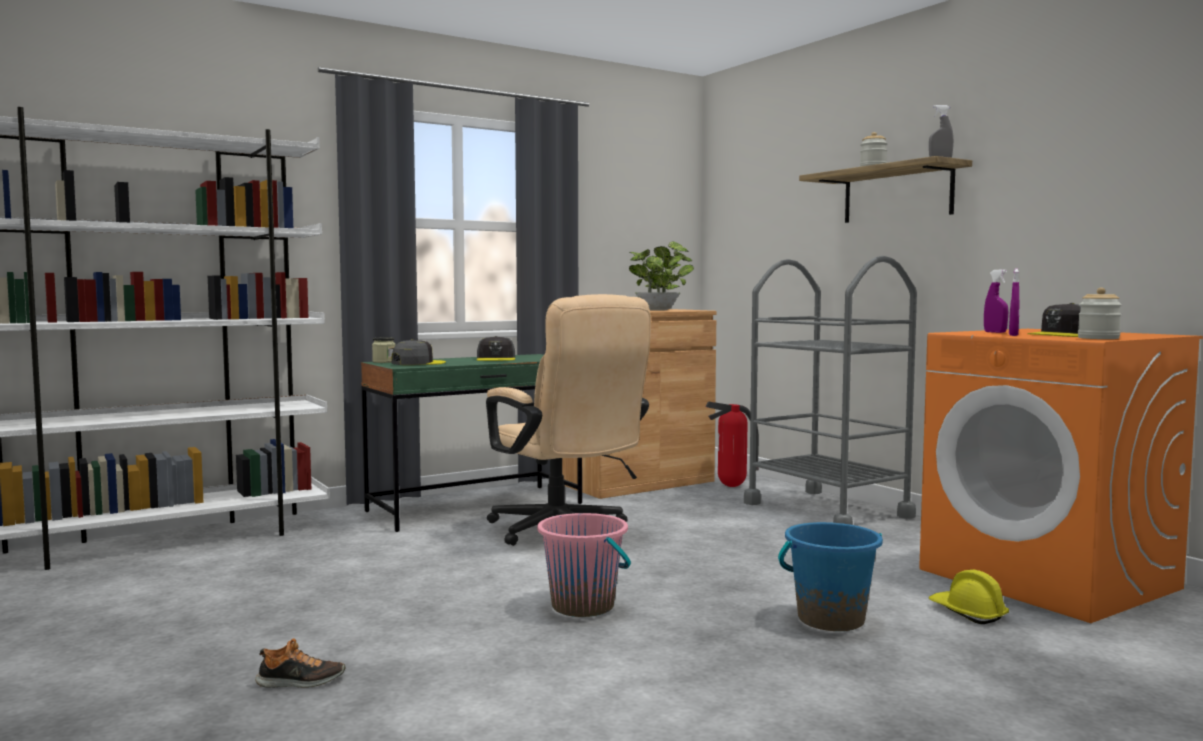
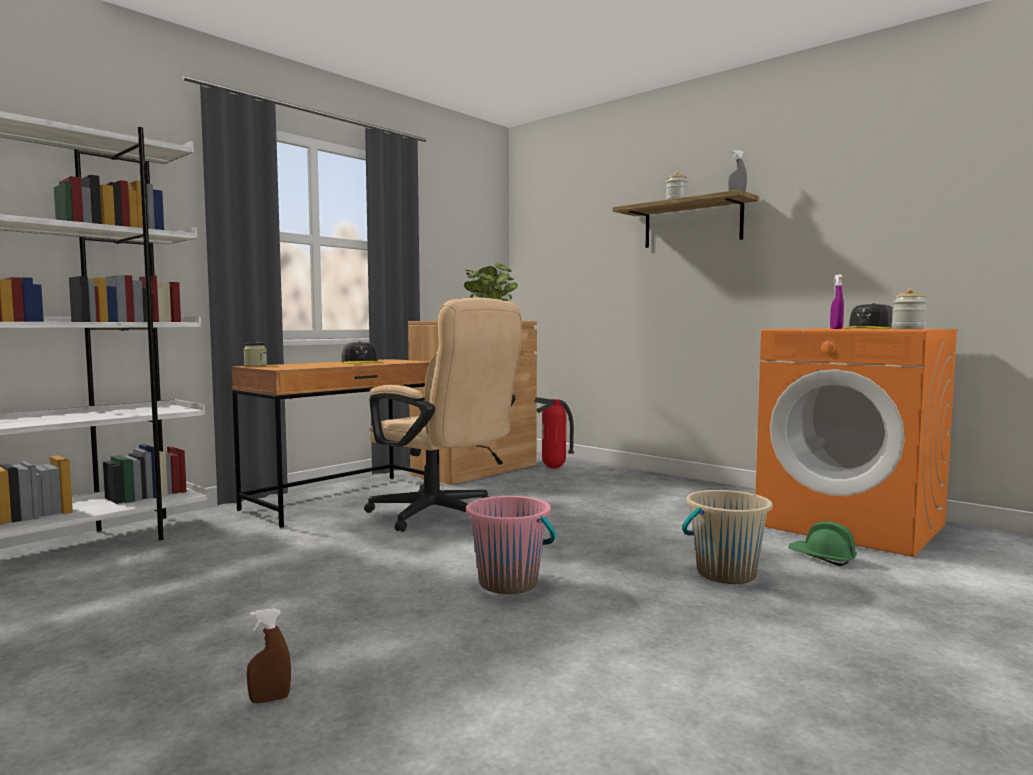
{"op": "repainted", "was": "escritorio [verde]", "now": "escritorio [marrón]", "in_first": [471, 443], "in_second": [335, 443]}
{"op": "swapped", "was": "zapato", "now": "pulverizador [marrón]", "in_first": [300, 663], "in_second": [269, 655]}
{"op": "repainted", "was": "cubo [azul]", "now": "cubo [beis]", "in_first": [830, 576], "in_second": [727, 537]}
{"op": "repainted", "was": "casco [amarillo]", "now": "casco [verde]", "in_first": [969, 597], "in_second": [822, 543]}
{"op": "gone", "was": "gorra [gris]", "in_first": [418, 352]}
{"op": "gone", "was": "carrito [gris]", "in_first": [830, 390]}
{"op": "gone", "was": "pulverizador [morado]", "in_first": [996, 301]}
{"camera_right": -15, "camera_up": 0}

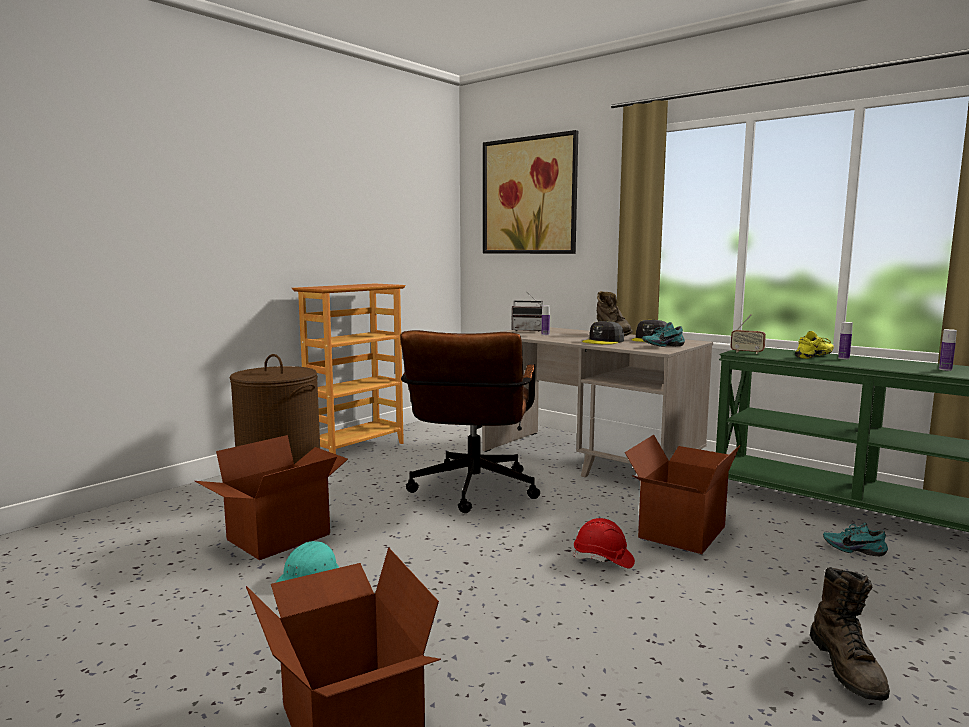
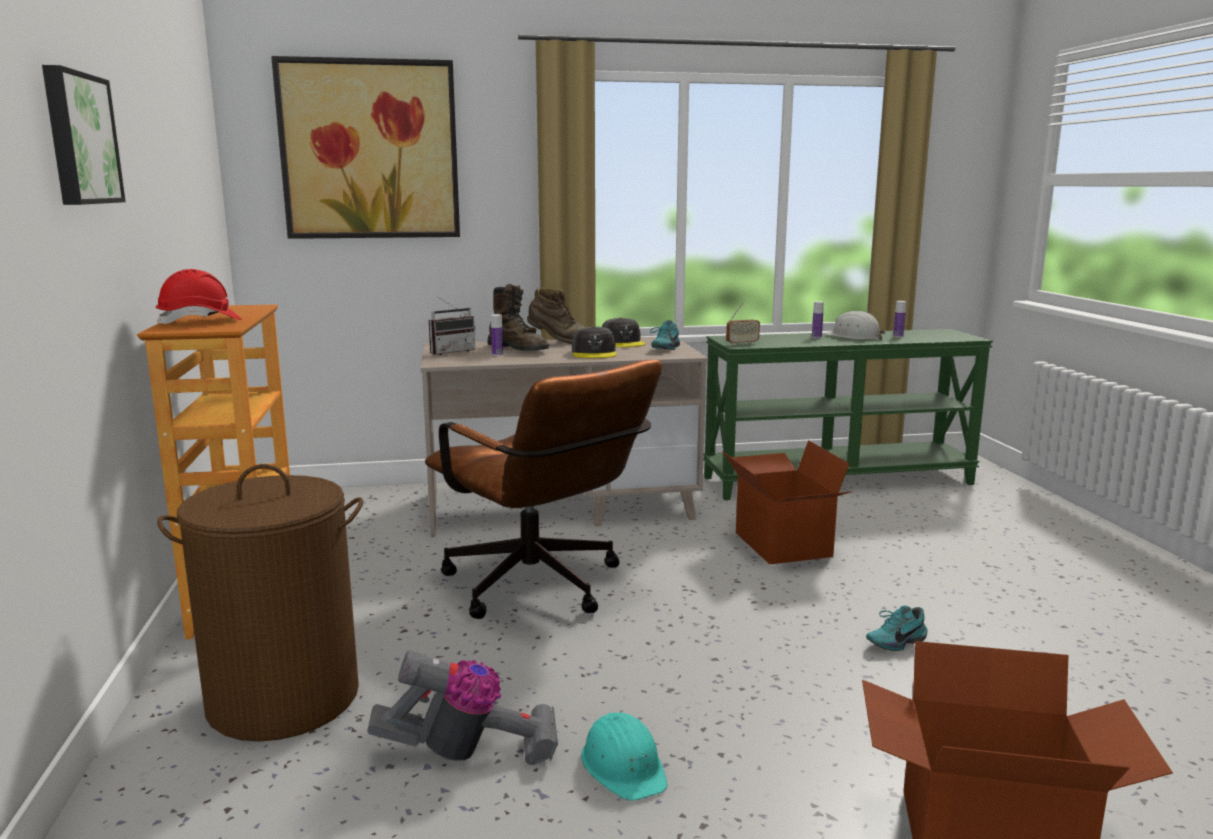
{"op": "new", "now": "cuadro", "in_second": [84, 135]}
{"op": "shifted", "was": "casco [rojo]", "in_first": [604, 543], "in_second": [199, 297]}
{"op": "swapped", "was": "caja de cartón", "now": "aspiradora", "in_first": [271, 497], "in_second": [462, 708]}
{"op": "shifted", "was": "bota [marrón]", "in_first": [850, 634], "in_second": [518, 317]}
{"op": "new", "now": "casco [blanco]", "in_second": [854, 325]}
{"op": "shifted", "was": "zapato [turquesa]", "in_first": [855, 540], "in_second": [897, 628]}
{"op": "gone", "was": "zapato [amarillo]", "in_first": [814, 345]}
{"camera_right": -50, "camera_up": 5}

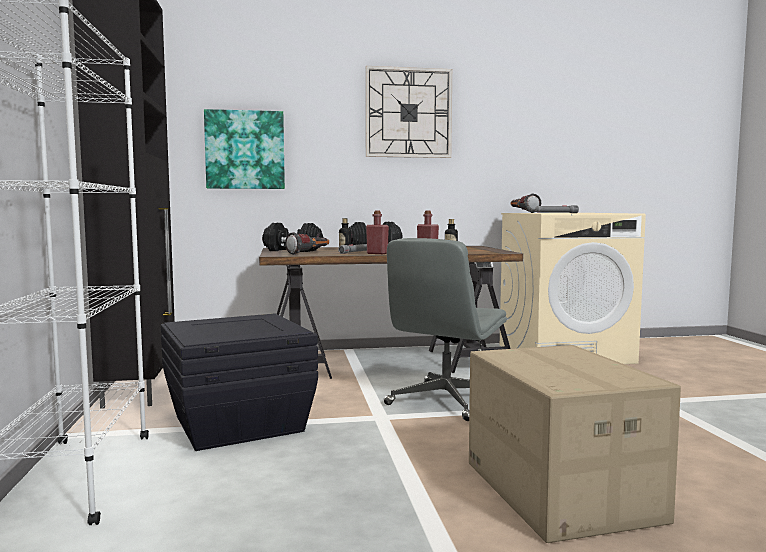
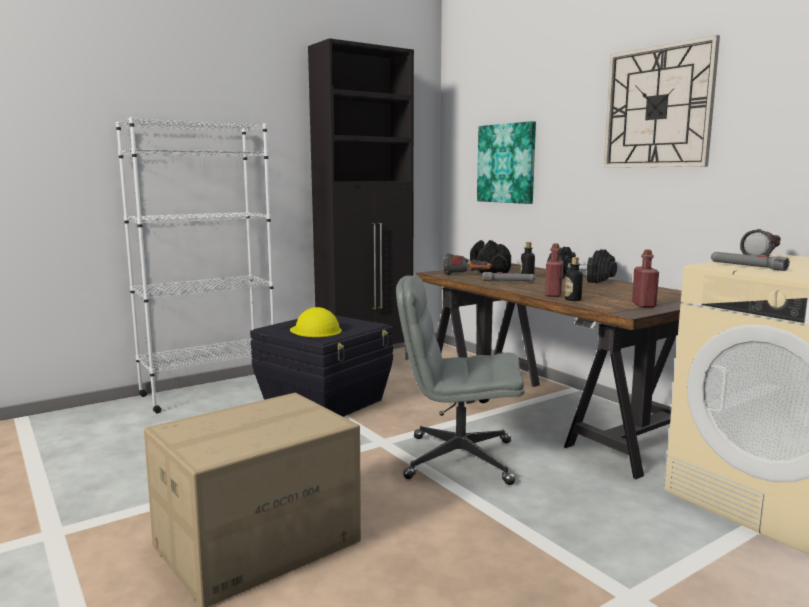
{"op": "new", "now": "casco [amarillo]", "in_second": [316, 322]}
{"op": "shifted", "was": "botella [rojo]", "in_first": [377, 232], "in_second": [645, 279]}
{"camera_right": 65, "camera_up": 5}

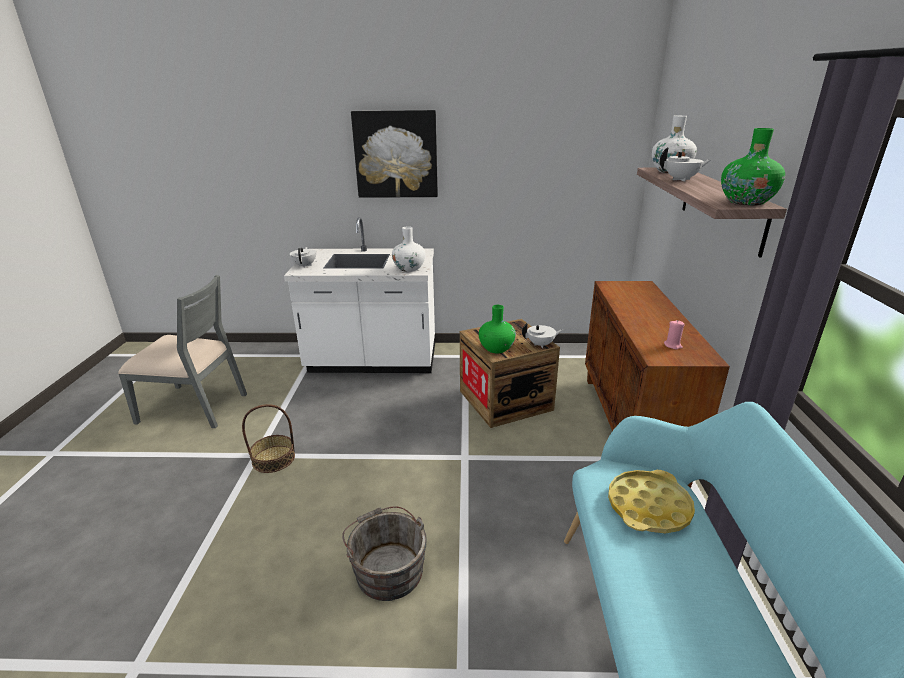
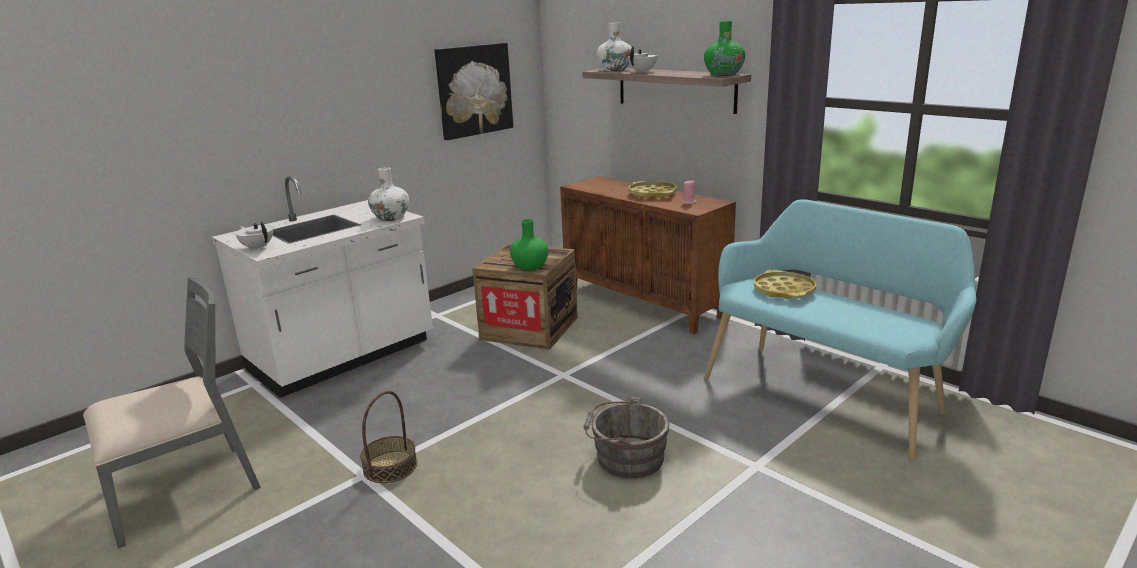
{"op": "shifted", "was": "cuadro", "in_first": [394, 154], "in_second": [474, 91]}
{"op": "new", "now": "bandeja [amarillo]", "in_second": [653, 190]}
{"op": "gone", "was": "tetera [blanco]", "in_first": [542, 335]}
{"camera_right": -45, "camera_up": -5}

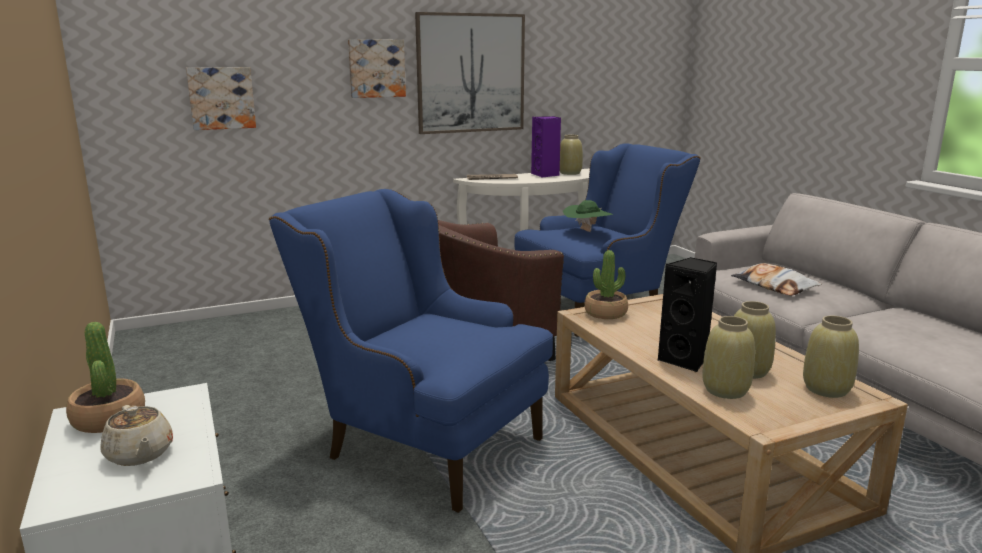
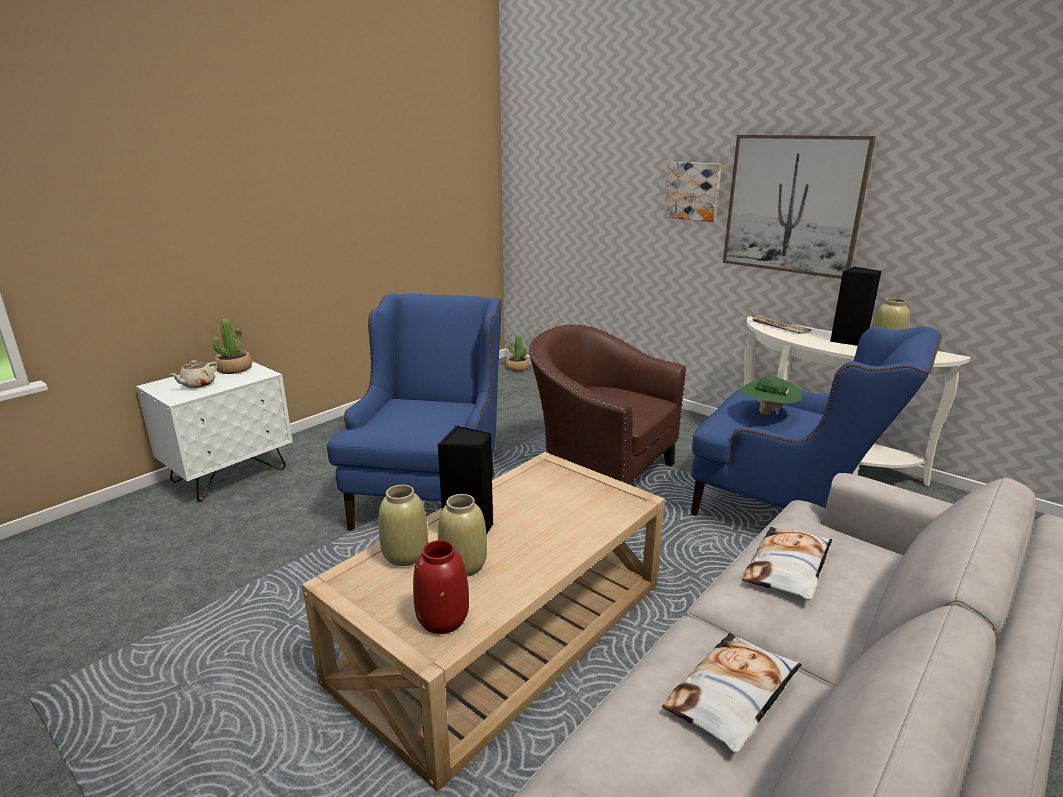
{"op": "repainted", "was": "florero [beis]", "now": "florero [rojo]", "in_first": [831, 357], "in_second": [441, 587]}
{"op": "shifted", "was": "planta en maceta", "in_first": [606, 284], "in_second": [517, 352]}
{"op": "new", "now": "cojín", "in_second": [732, 693]}
{"op": "repainted", "was": "altavoz [morado]", "now": "altavoz [negro]", "in_first": [546, 147], "in_second": [856, 306]}
{"op": "gone", "was": "cuadro", "in_first": [221, 98]}
{"camera_right": 65, "camera_up": 5}

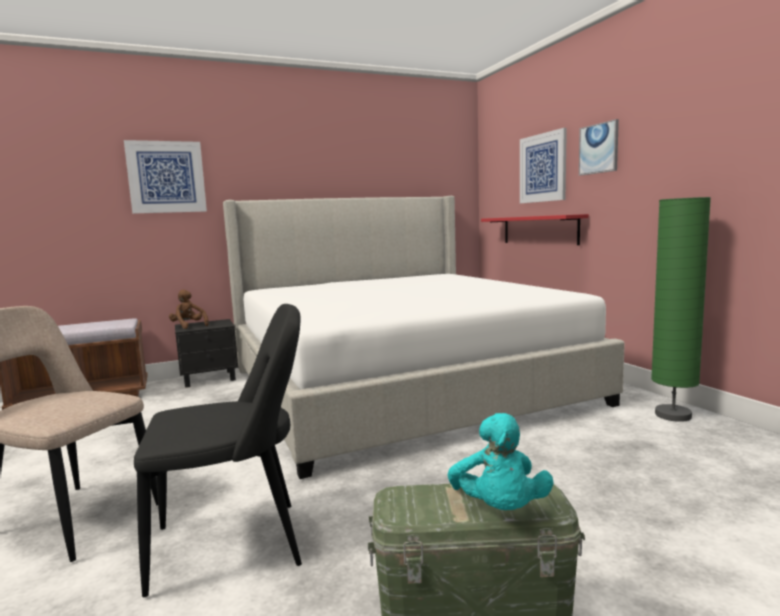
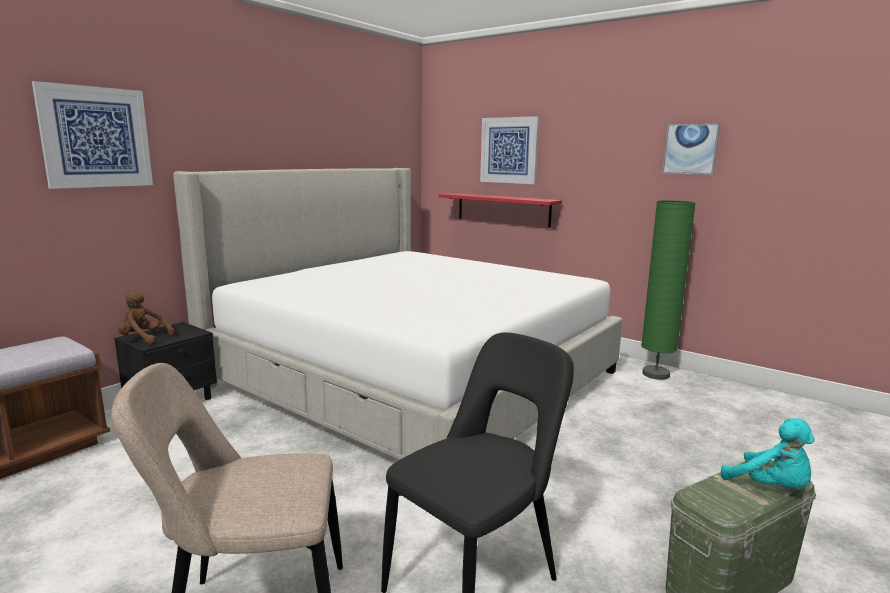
{"op": "shifted", "was": "cuadro", "in_first": [599, 147], "in_second": [691, 149]}
{"camera_right": -30, "camera_up": 5}

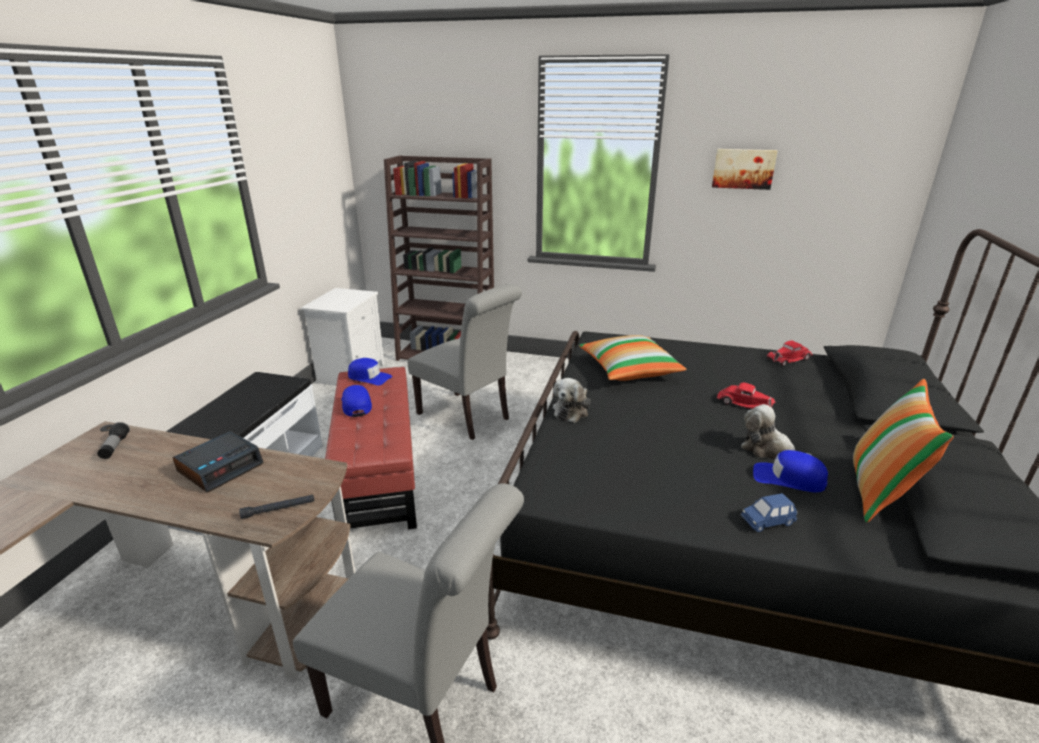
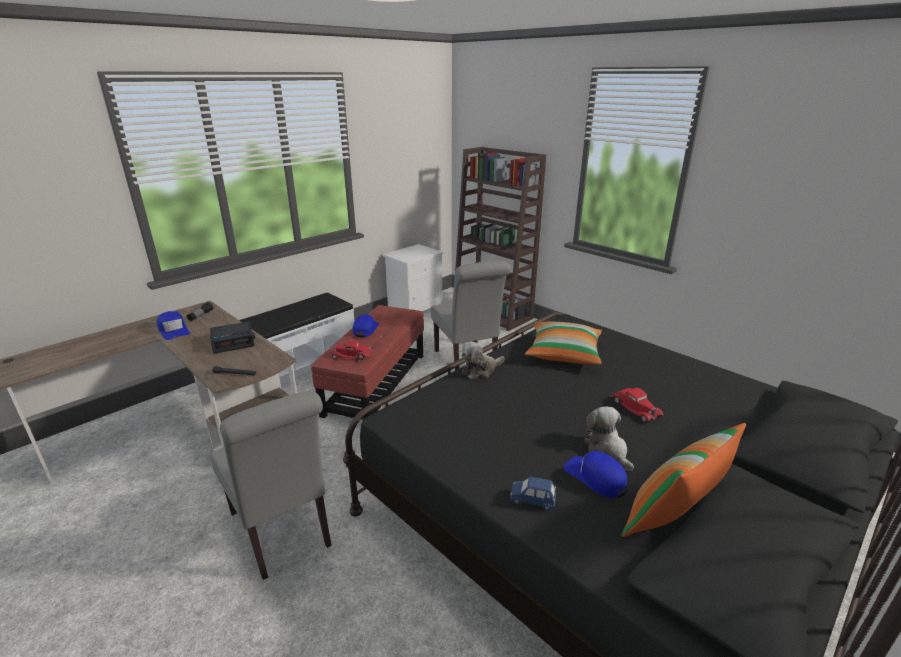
{"op": "shifted", "was": "gorra [azul]", "in_first": [370, 371], "in_second": [173, 325]}
{"op": "shifted", "was": "coche de juguete [rojo]", "in_first": [790, 353], "in_second": [351, 350]}
{"op": "gone", "was": "cuadro", "in_first": [744, 169]}
{"camera_right": 30, "camera_up": 0}

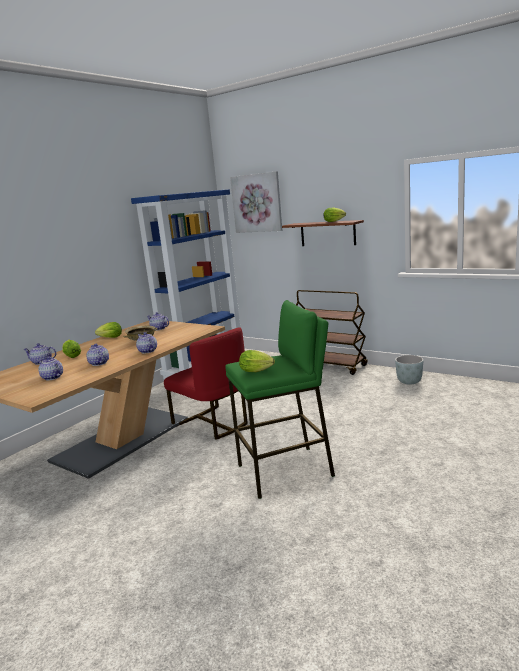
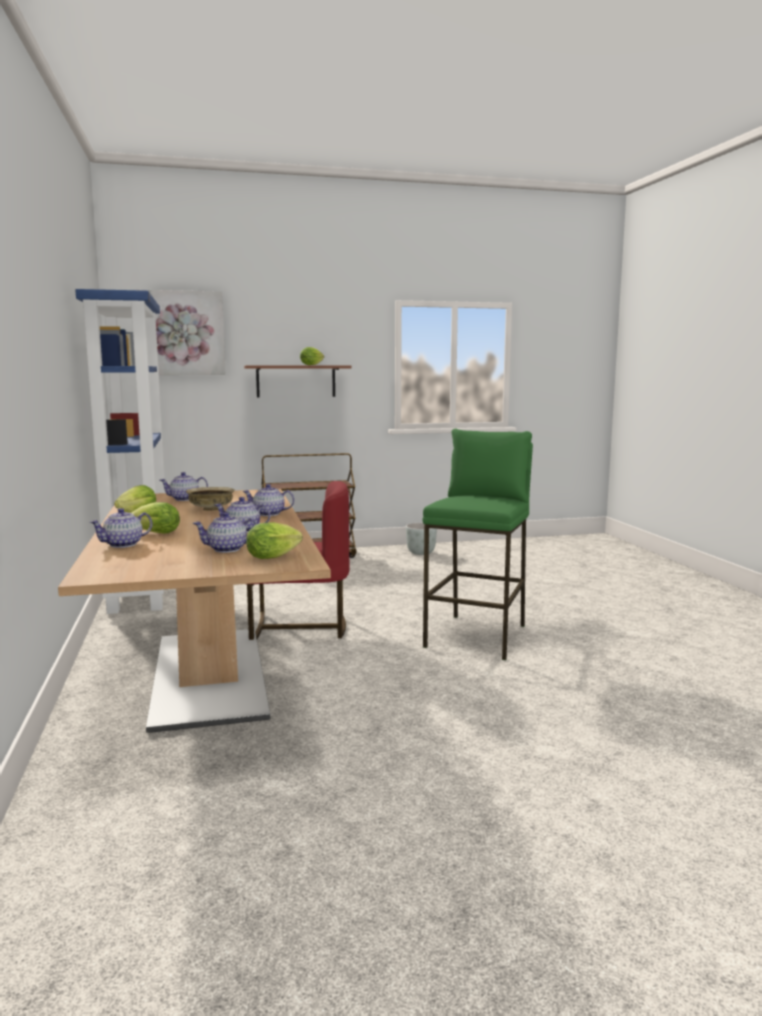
{"op": "shifted", "was": "lechuga", "in_first": [257, 361], "in_second": [274, 540]}
{"camera_right": -50, "camera_up": -5}

